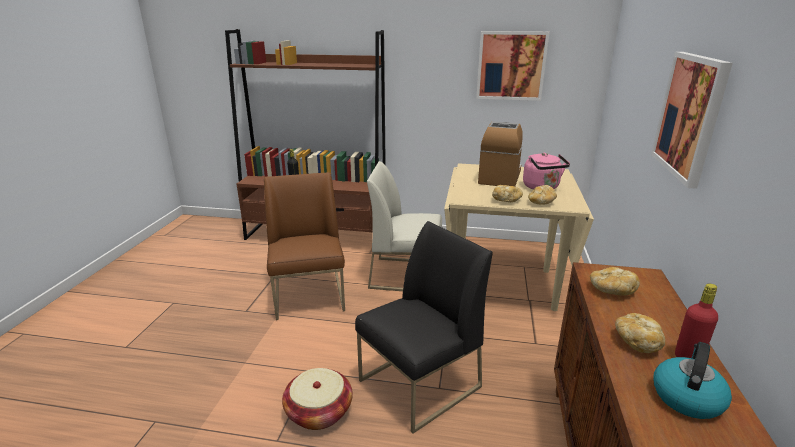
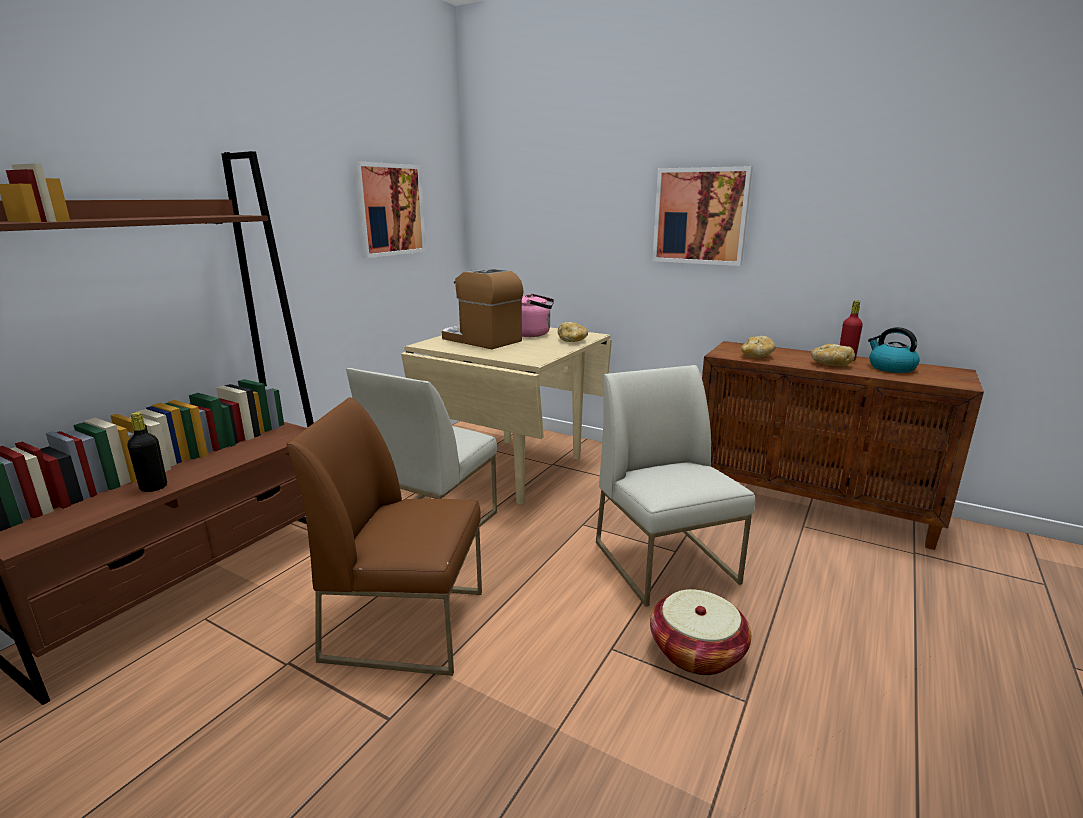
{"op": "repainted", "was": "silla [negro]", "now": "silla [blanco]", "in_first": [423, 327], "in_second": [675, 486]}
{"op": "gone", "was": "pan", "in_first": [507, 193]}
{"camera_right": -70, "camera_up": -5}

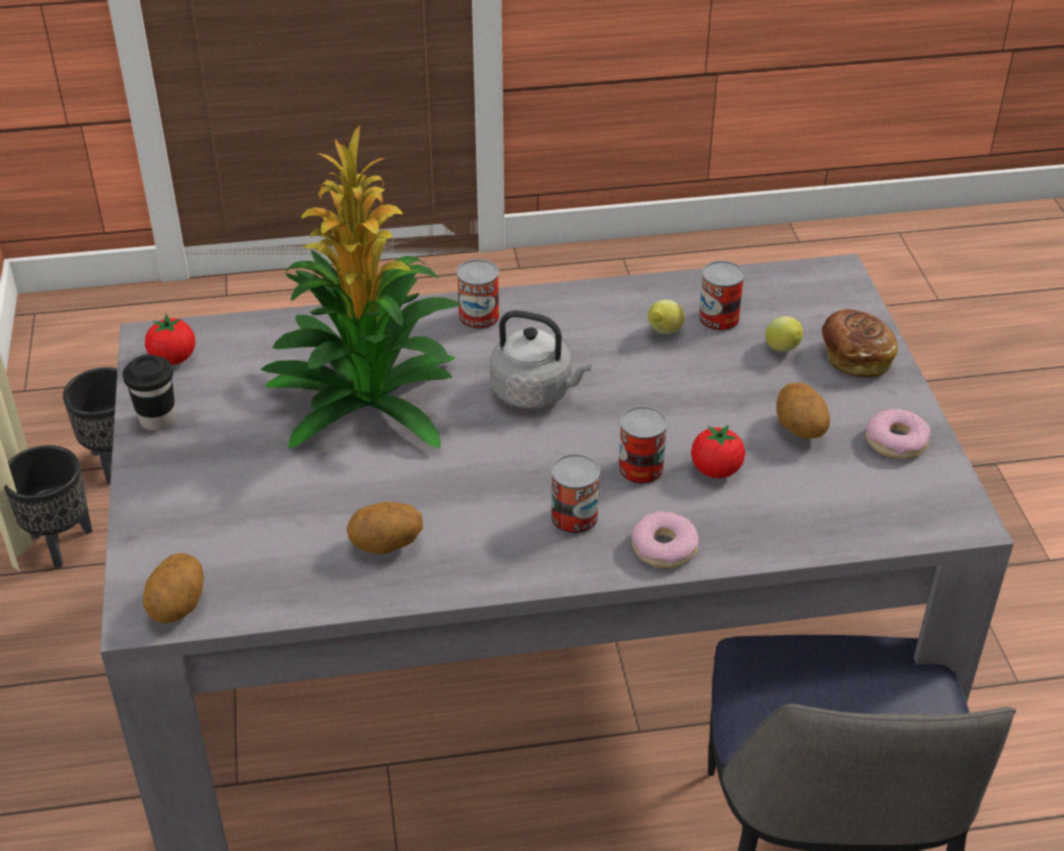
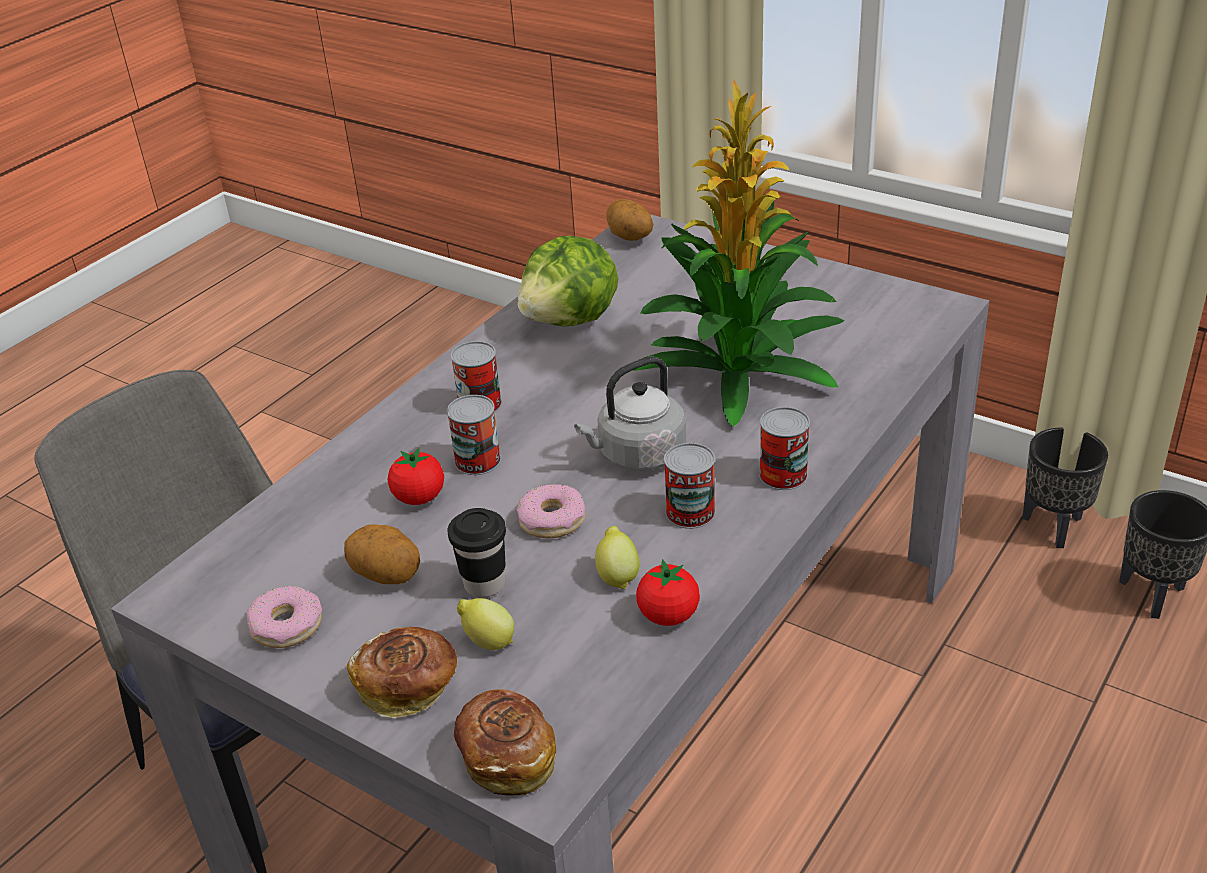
{"op": "shifted", "was": "taza [negro]", "in_first": [149, 392], "in_second": [476, 553]}
{"op": "new", "now": "pan", "in_second": [505, 743]}
{"op": "shifted", "was": "rosquilla", "in_first": [665, 539], "in_second": [550, 511]}
{"op": "swapped", "was": "patata", "now": "lechuga", "in_first": [385, 528], "in_second": [567, 281]}
{"op": "shifted", "was": "tomate", "in_first": [170, 339], "in_second": [668, 592]}
{"op": "shifted", "was": "lata", "in_first": [721, 296], "in_second": [689, 486]}
{"camera_right": 135, "camera_up": -5}

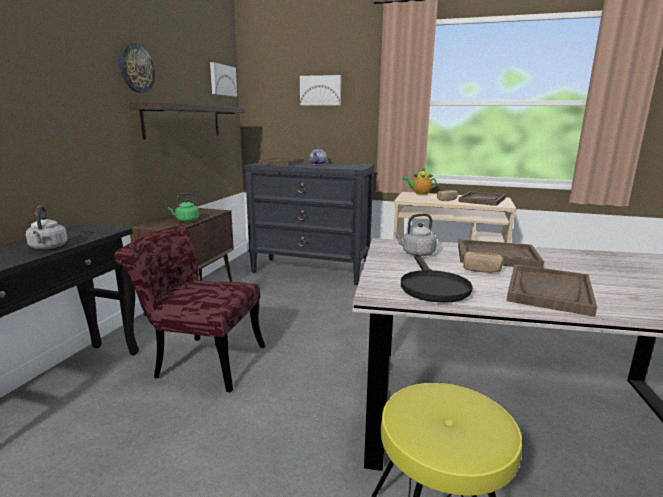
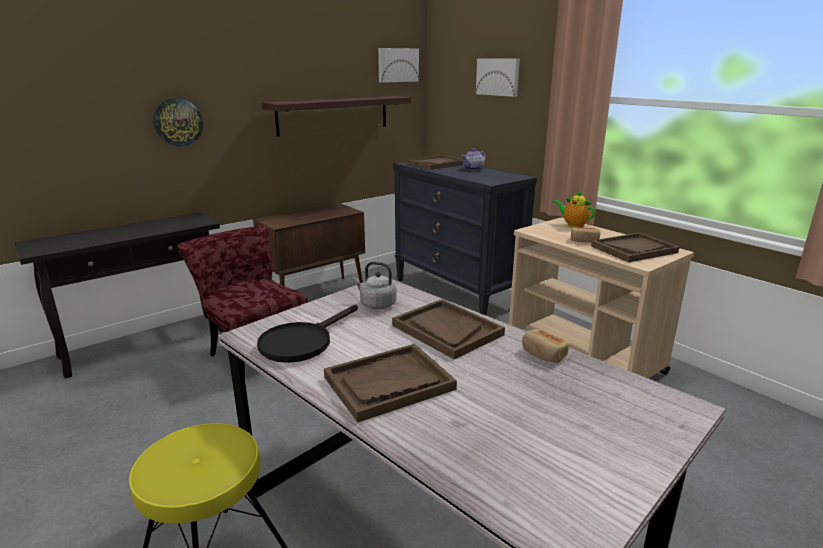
{"op": "shifted", "was": "reloj de pared", "in_first": [137, 68], "in_second": [178, 122]}
{"op": "shifted", "was": "pan", "in_first": [483, 262], "in_second": [545, 346]}
{"op": "gone", "was": "hervidor [gris]", "in_first": [47, 227]}
{"op": "gone", "was": "hervidor [verde]", "in_first": [183, 207]}
{"camera_right": 35, "camera_up": 5}

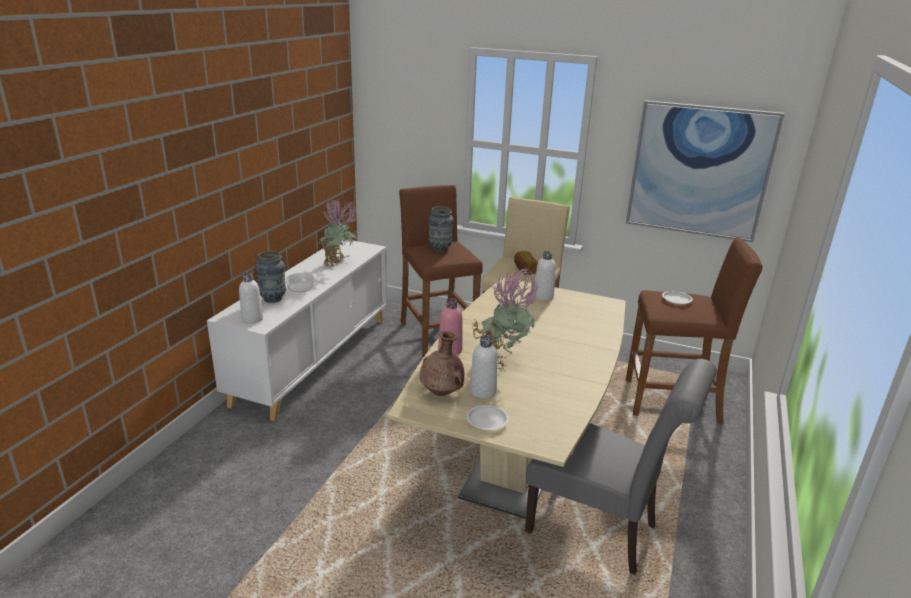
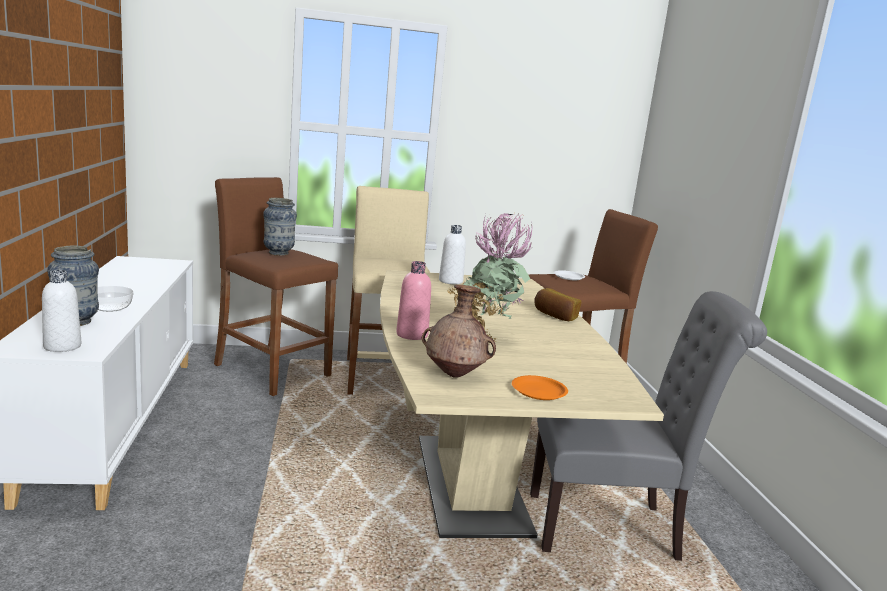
{"op": "repainted", "was": "plato [blanco]", "now": "plato [naranja]", "in_first": [487, 417], "in_second": [540, 387]}
{"op": "shifted", "was": "pan", "in_first": [526, 263], "in_second": [557, 304]}
{"op": "gone", "was": "planta en maceta", "in_first": [338, 233]}
{"op": "gone", "was": "botella [blanco]", "in_first": [483, 367]}
{"op": "gone", "was": "cuadro", "in_first": [705, 171]}
{"camera_right": -30, "camera_up": -10}

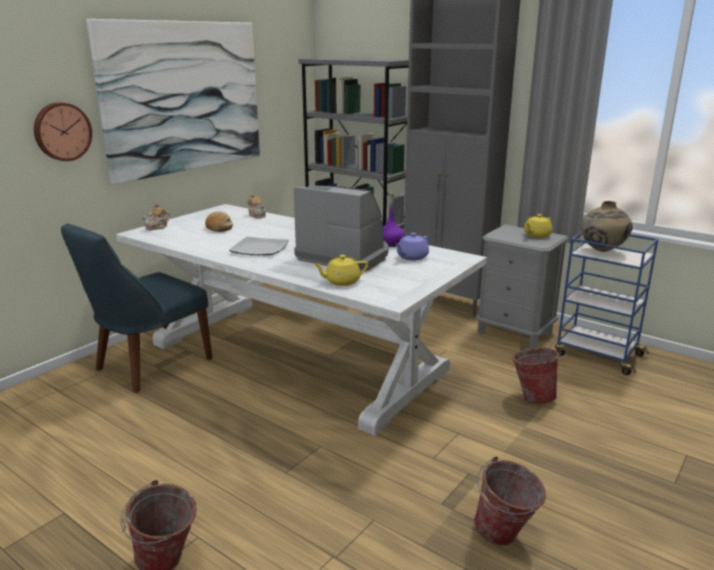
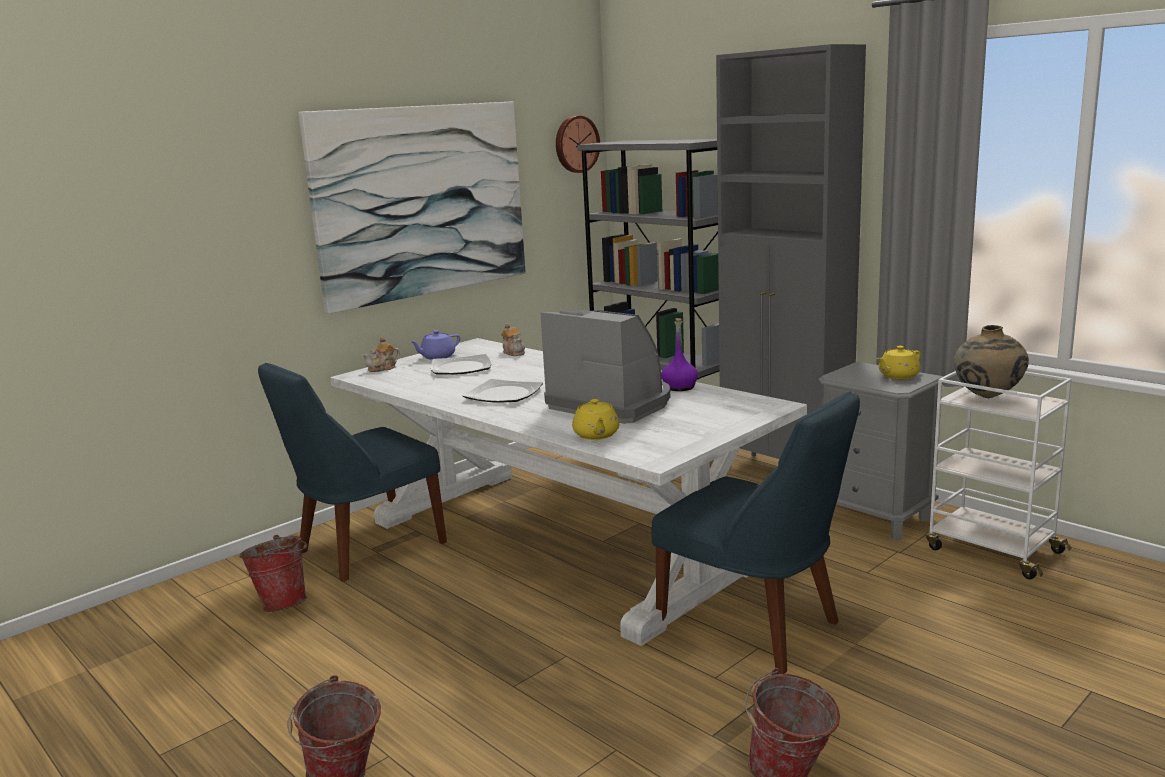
{"op": "shifted", "was": "cubo", "in_first": [537, 376], "in_second": [273, 573]}
{"op": "shifted", "was": "tetera [morado]", "in_first": [412, 247], "in_second": [435, 345]}
{"op": "swapped", "was": "pan", "now": "plato", "in_first": [219, 221], "in_second": [461, 364]}
{"op": "shifted", "was": "reloj de pared", "in_first": [63, 131], "in_second": [578, 144]}
{"op": "rotated", "was": "tetera [amarillo]", "in_first": [341, 270], "in_second": [595, 419], "clockwise": -90}
{"op": "new", "now": "silla [azul]", "in_second": [756, 533]}
{"op": "repainted", "was": "carrito [azul]", "now": "carrito [blanco]", "in_first": [606, 303], "in_second": [999, 475]}
{"camera_right": 10, "camera_up": -5}

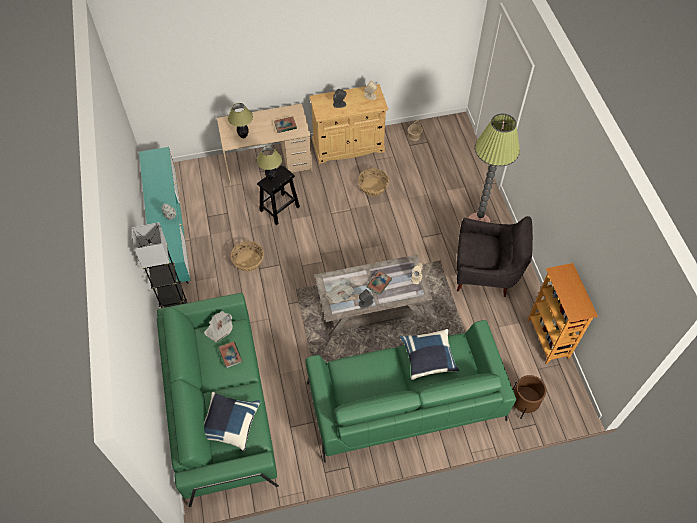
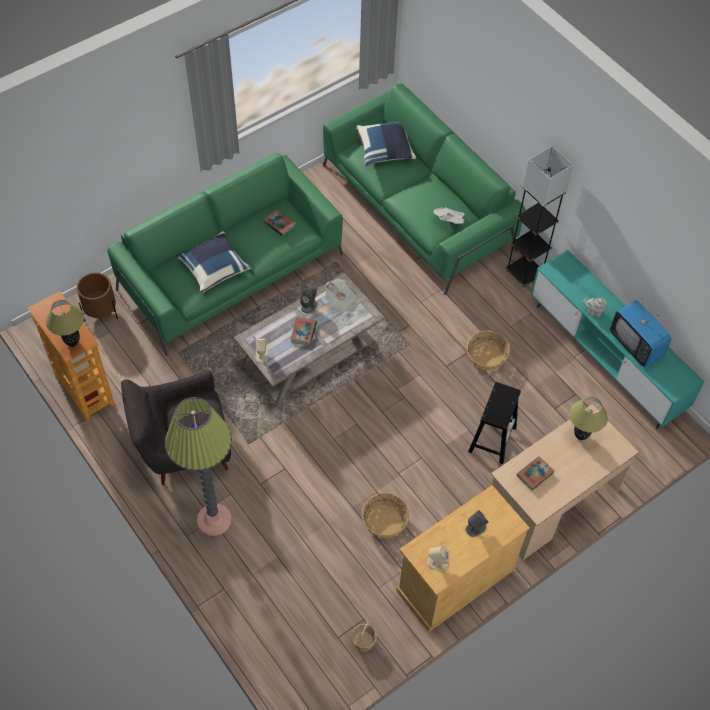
{"op": "shifted", "was": "lámpara de mesa", "in_first": [269, 163], "in_second": [65, 323]}
{"op": "shifted", "was": "libro", "in_first": [230, 354], "in_second": [279, 223]}
{"op": "new", "now": "televisor", "in_second": [640, 333]}
{"camera_right": 155, "camera_up": 0}

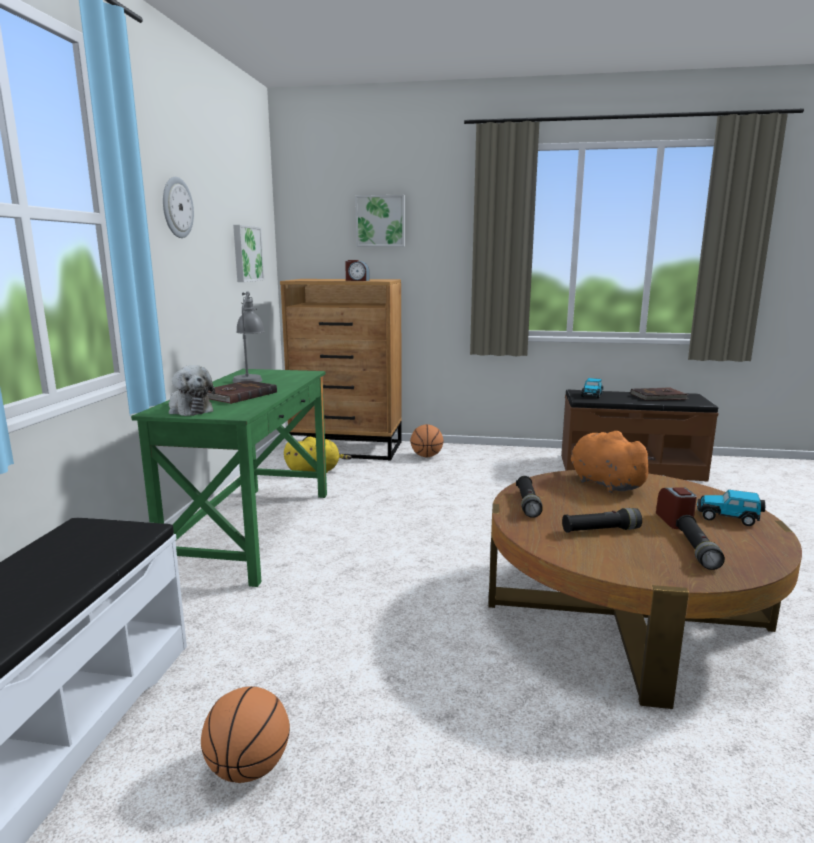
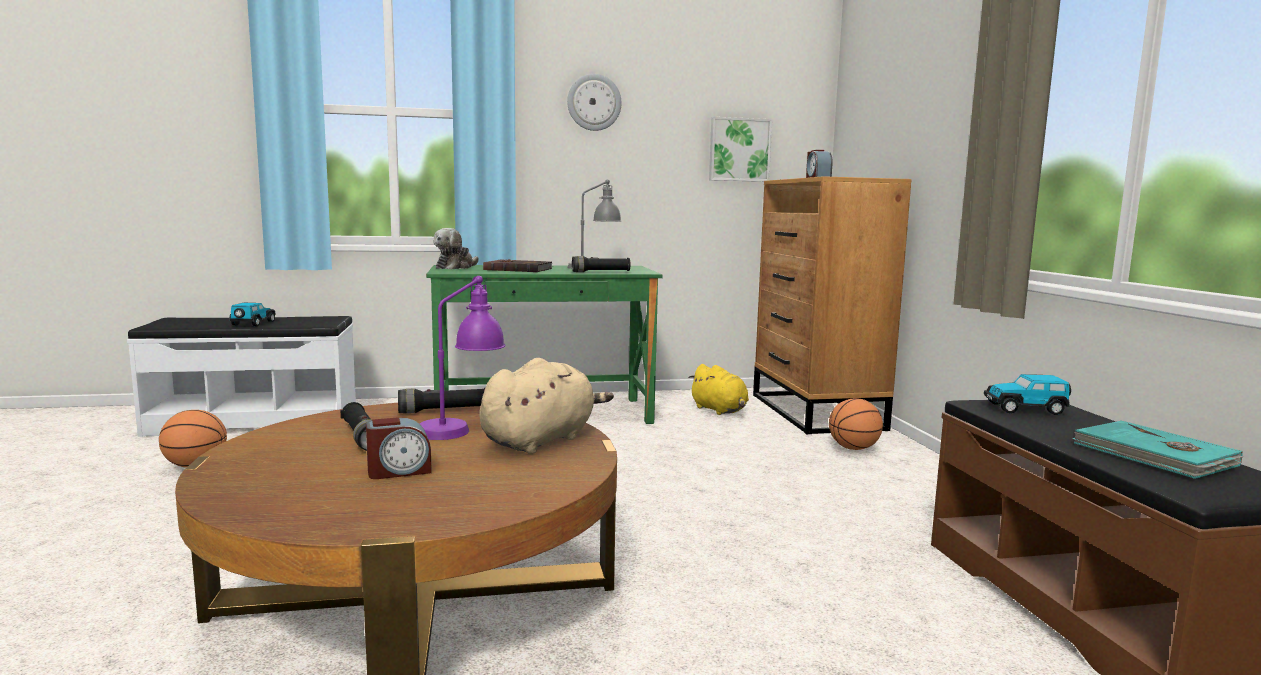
{"op": "shifted", "was": "coche de juguete", "in_first": [731, 508], "in_second": [252, 314]}
{"op": "new", "now": "lámpara de mesa [morado]", "in_second": [462, 358]}
{"op": "repainted", "was": "peluche [naranja]", "now": "peluche [beis]", "in_first": [613, 462], "in_second": [546, 406]}
{"op": "shifted", "was": "linterna [negro]", "in_first": [700, 542], "in_second": [601, 264]}
{"op": "repainted", "was": "libro [marrón]", "now": "libro [turquesa]", "in_first": [659, 394], "in_second": [1157, 449]}
{"op": "gone", "was": "cuadro", "in_first": [380, 221]}
{"camera_right": 70, "camera_up": -5}

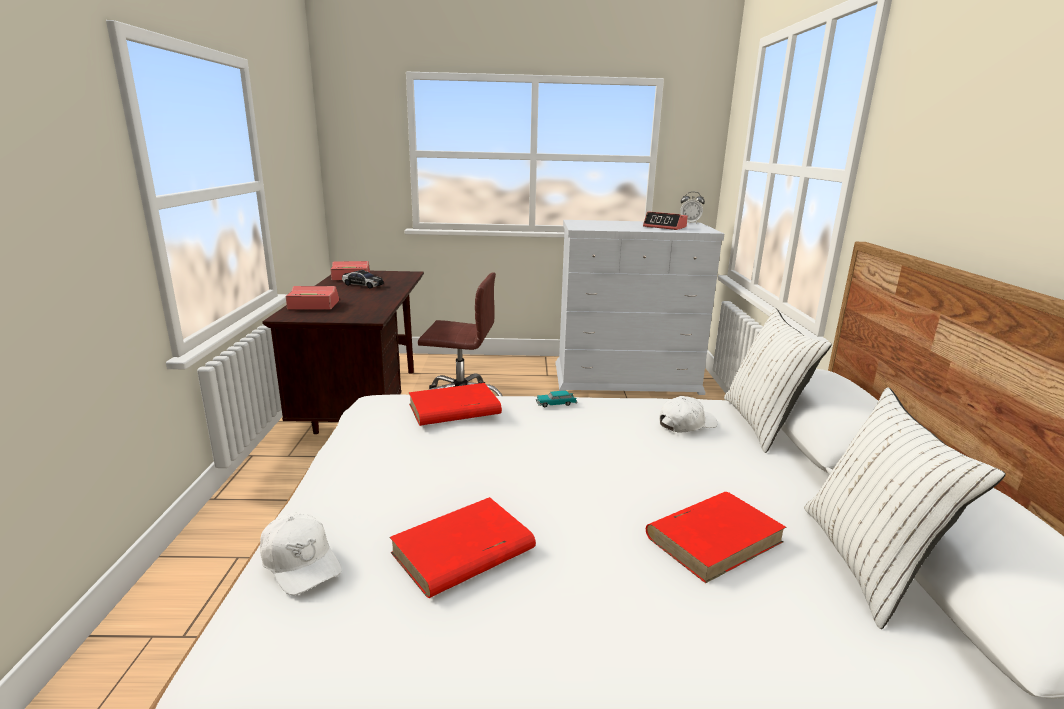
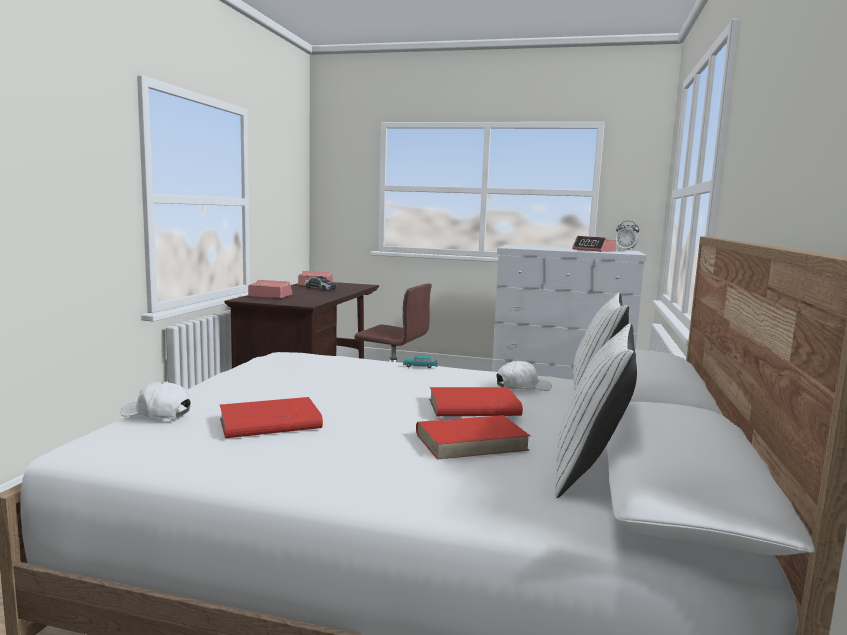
{"op": "rotated", "was": "gorra [blanco]", "in_first": [301, 554], "in_second": [155, 400], "clockwise": 135}
{"op": "shifted", "was": "libro [rojo]", "in_first": [455, 404], "in_second": [476, 401]}
{"camera_right": 15, "camera_up": -10}

